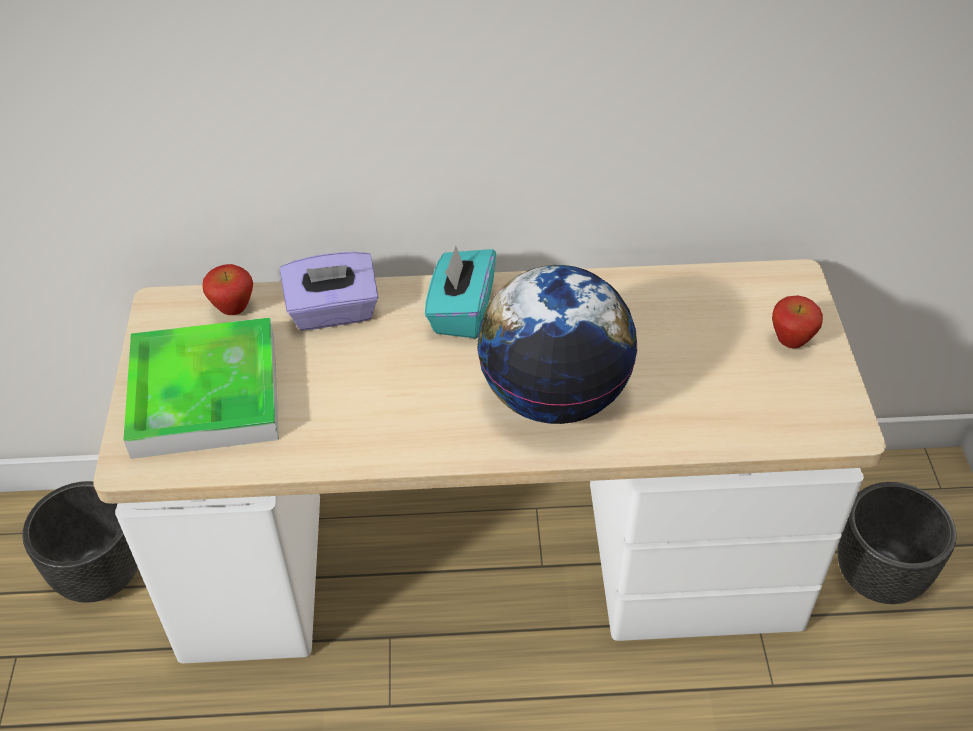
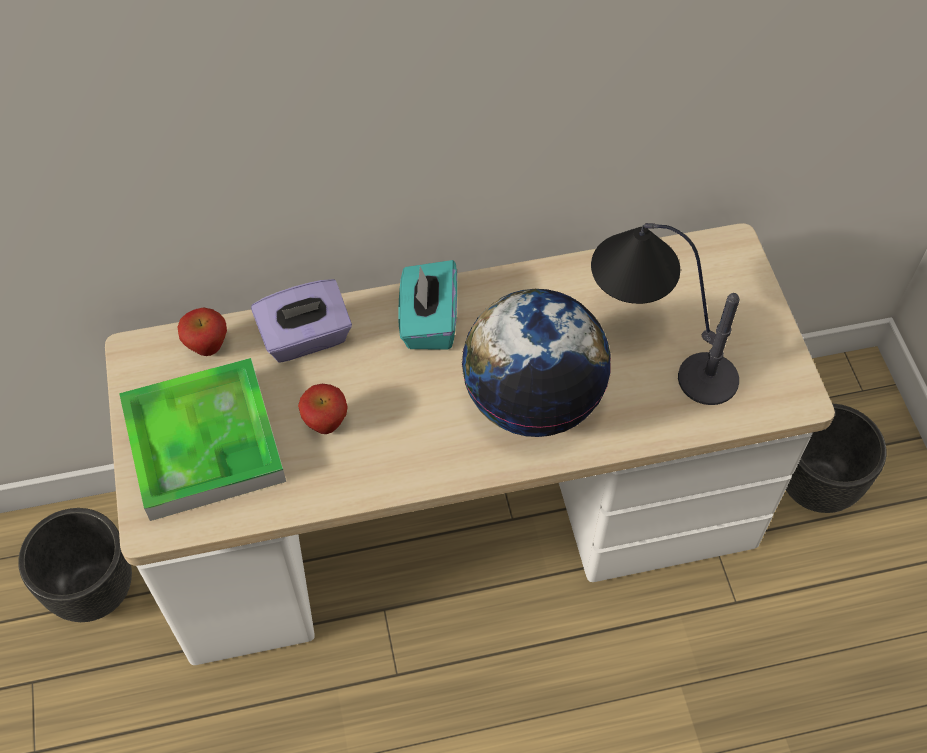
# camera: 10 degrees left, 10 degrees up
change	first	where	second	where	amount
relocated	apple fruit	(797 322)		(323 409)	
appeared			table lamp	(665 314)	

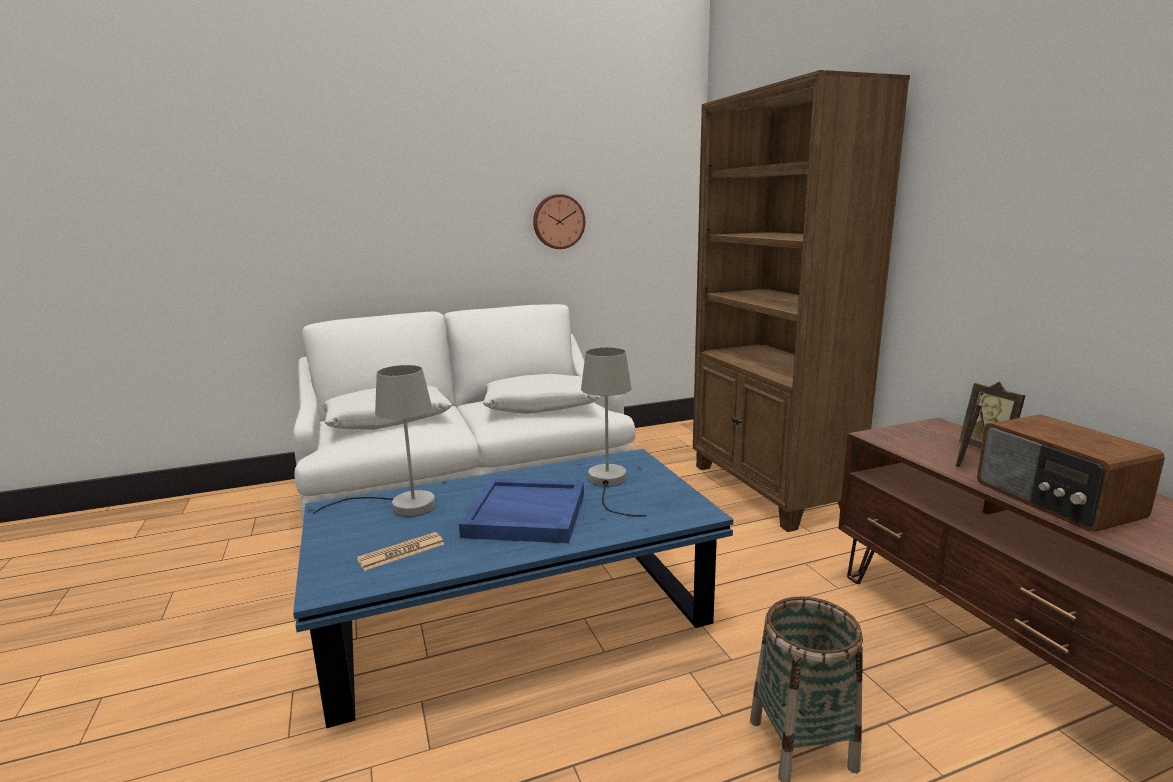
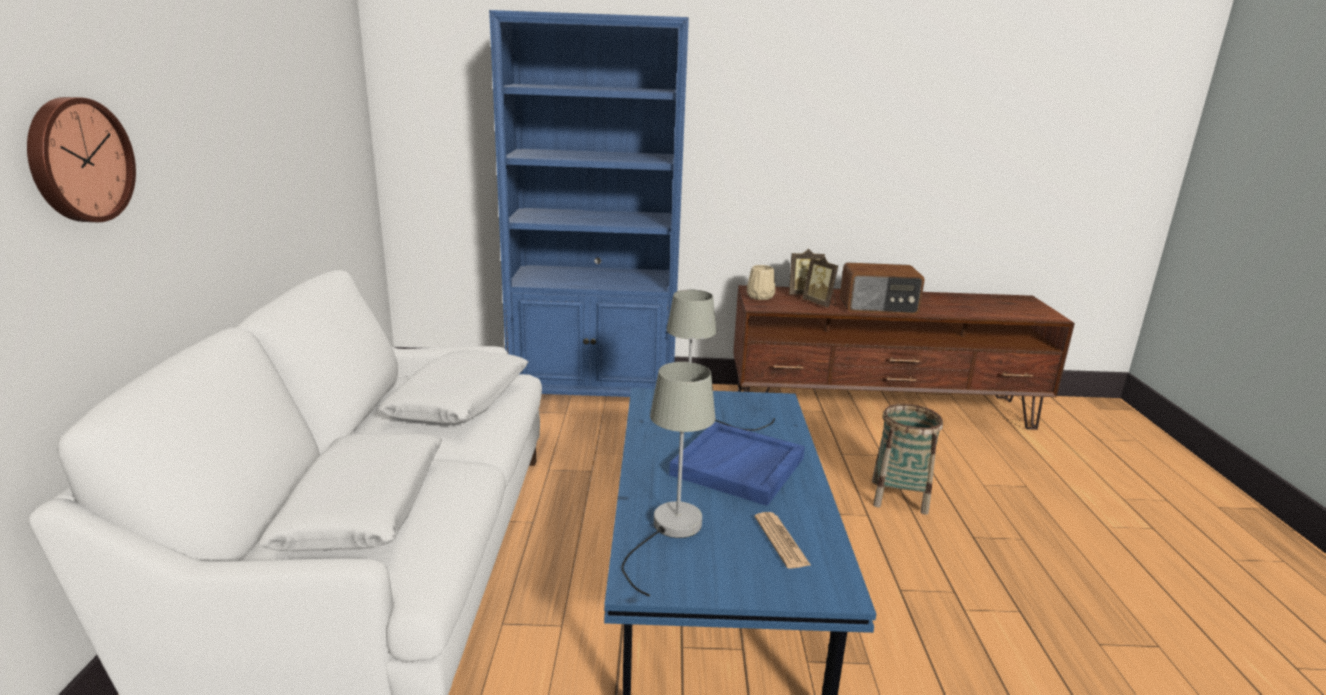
# camera: 70 degrees left, 5 degrees up
change	first	where	second	where	amount
relocated	wall clock	(559 221)		(81 159)	
colour	brown-coloured bookcase	(801 301)	blue bookcase	(589 203)	
appeared			sand-coloured decorative vase	(761 282)	

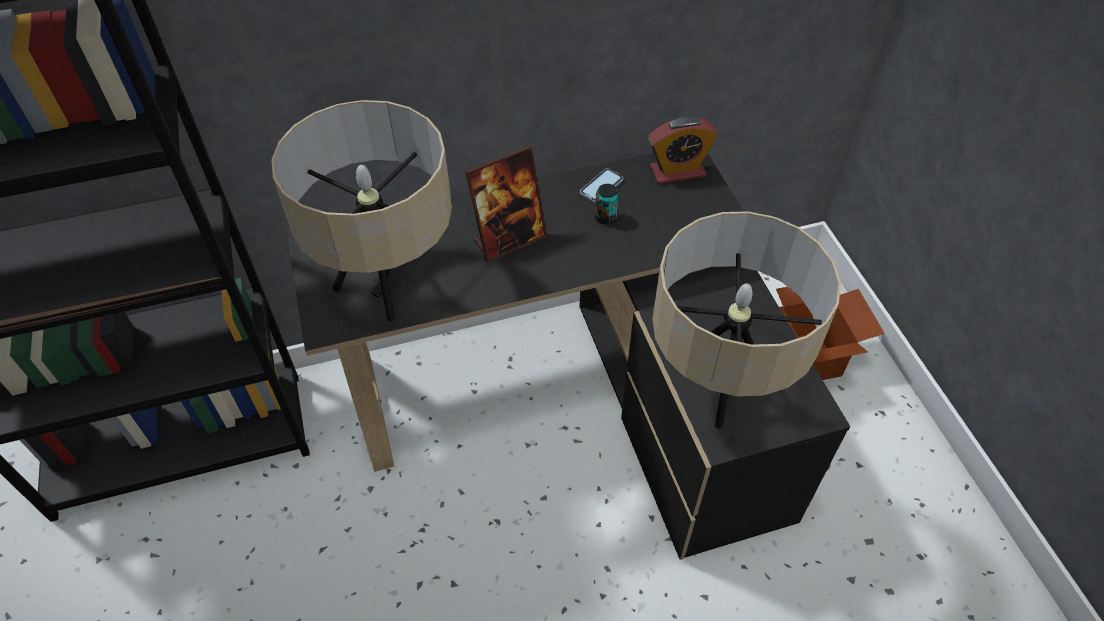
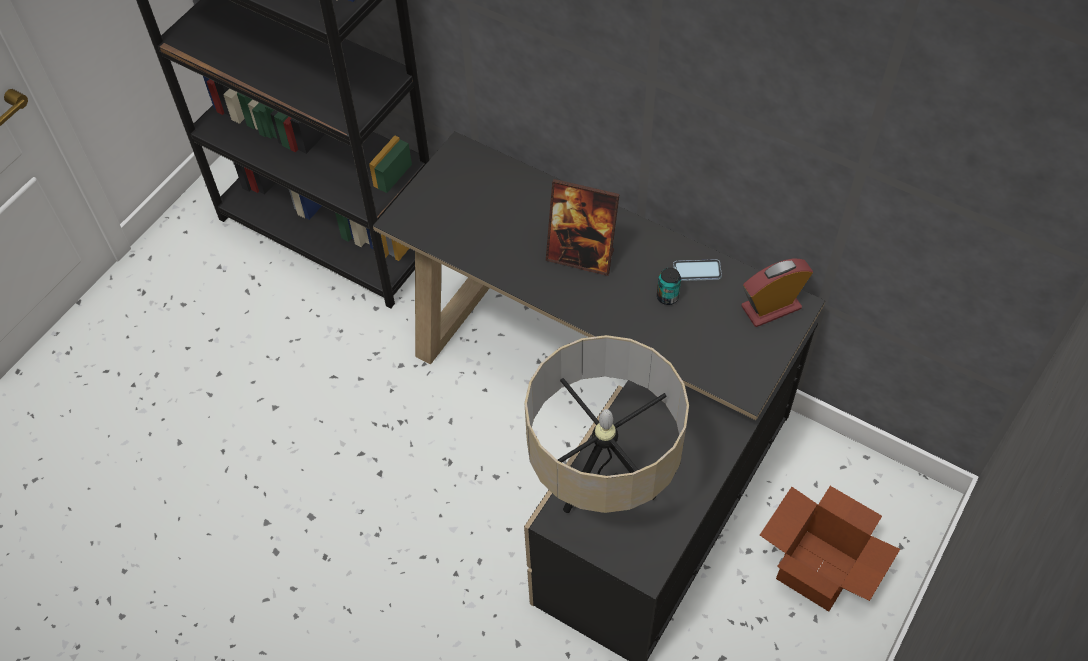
# camera: 50 degrees right, 5 degrees up
change	first	where	second	where	amount
missing	sand-coloured table lamp	(361 210)			
spun	alarm clock	(683 150)		(777 293)	120 degrees clockwise

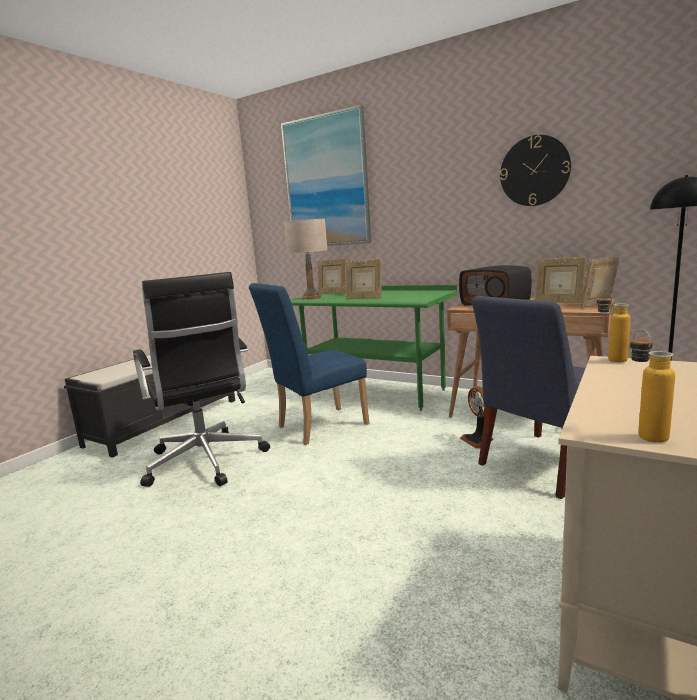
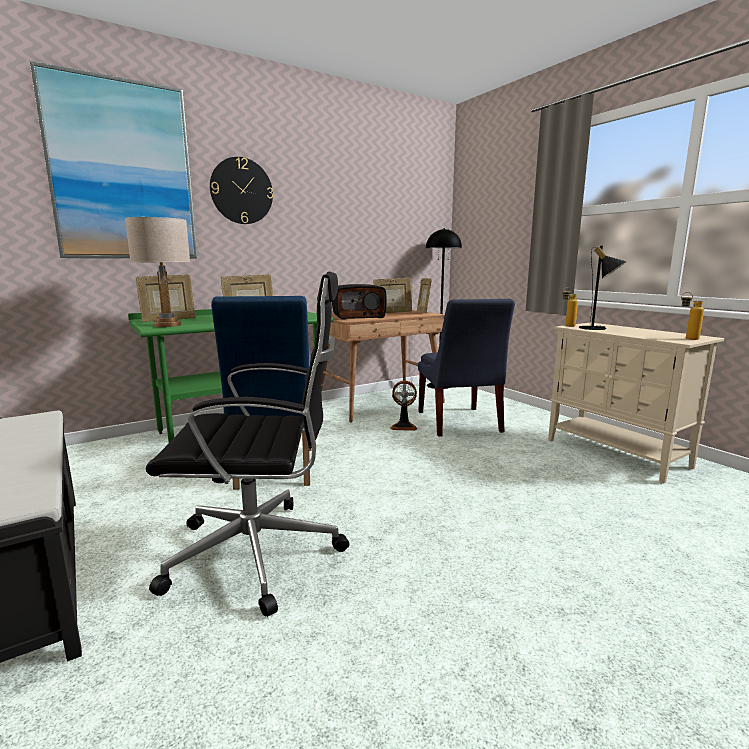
# camera: 65 degrees left, 0 degrees up
change	first	where	second	where	amount
relocated	wall clock	(535 170)		(241 190)	
appeared			black-coloured table lamp	(602 287)	

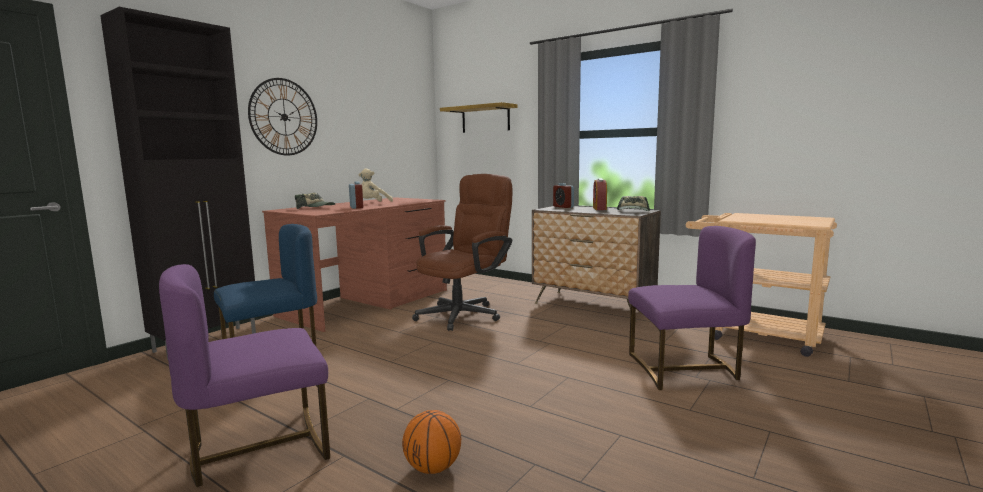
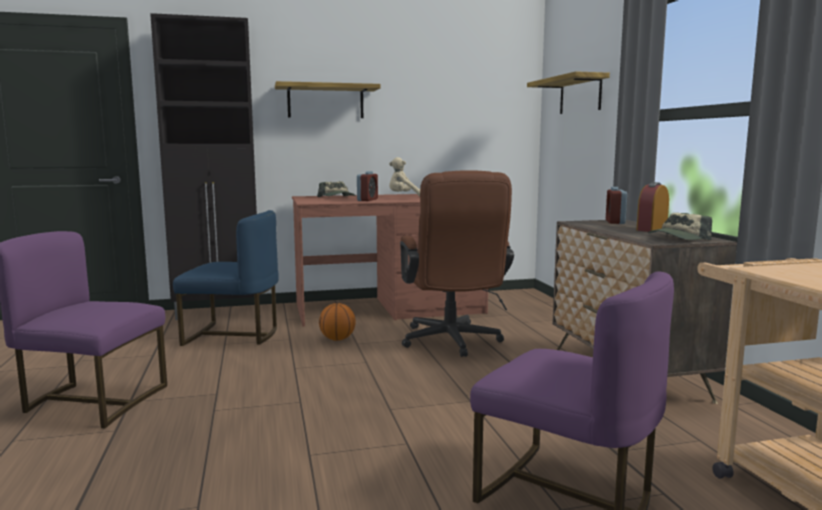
# camera: 40 degrees right, 0 degrees up
change	first	where	second	where	amount
exchanged	wall clock	(282 117)	bracket shelf	(328 99)	
relocated	basketball	(431 442)		(337 322)	
spun	brown-coloured computer chair	(462 252)		(457 263)	90 degrees clockwise

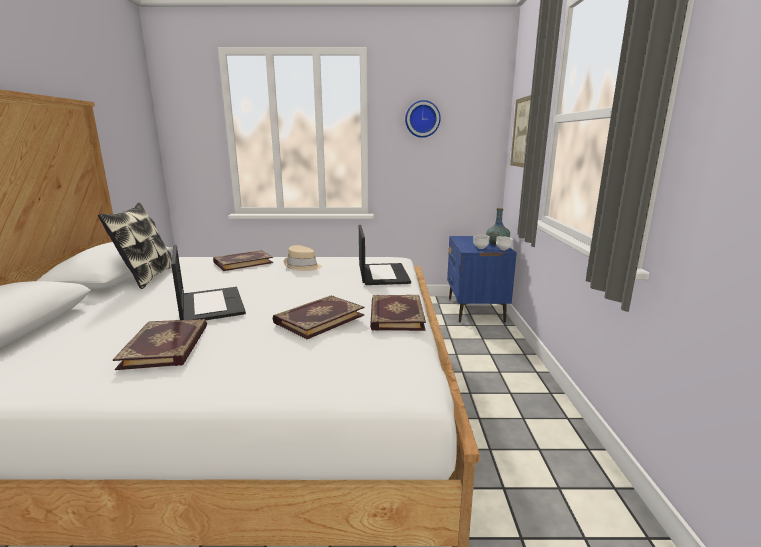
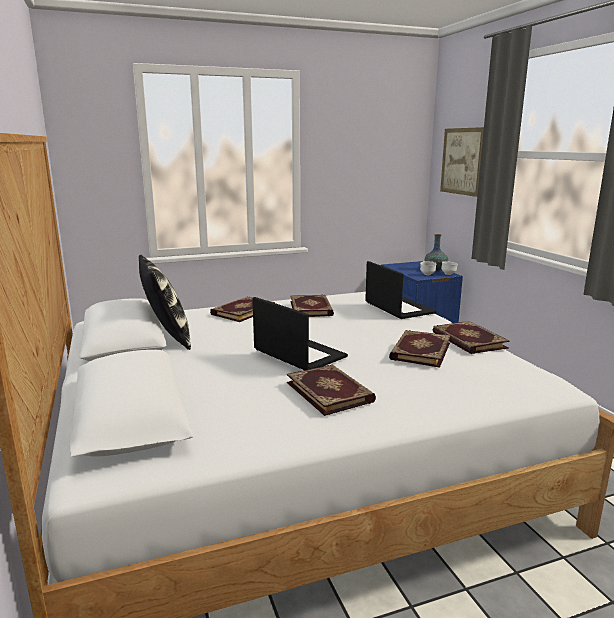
# camera: 20 degrees left, 0 degrees up
change	first	where	second	where	amount
exchanged	sand-coloured clothing hat	(303 258)	book	(312 306)	
missing	wall clock	(423 119)			

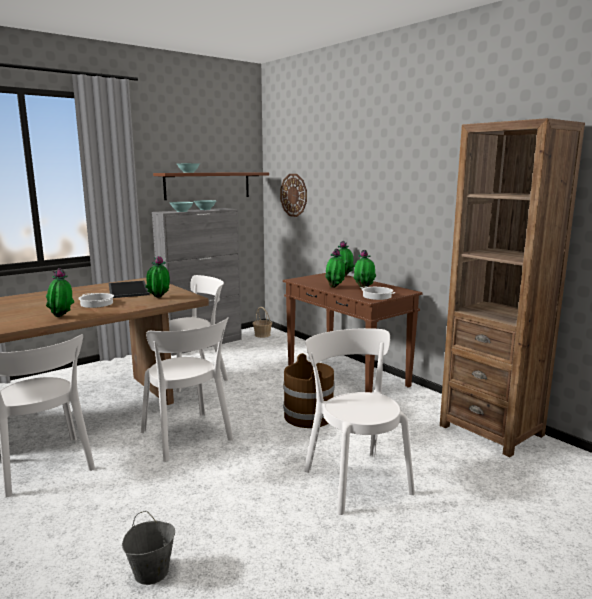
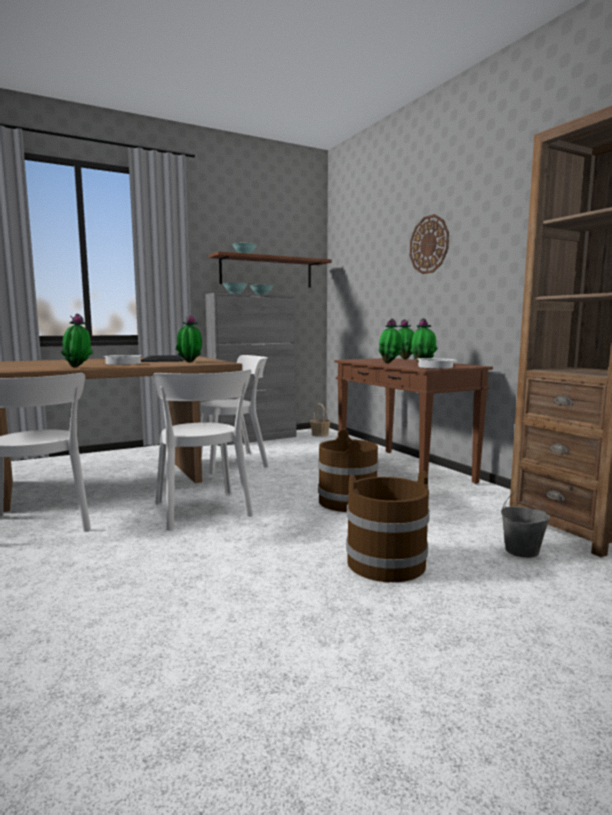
# camera: 10 degrees right, 5 degrees down
change	first	where	second	where	amount
relocated	gray water bucket	(148 548)		(525 523)	
relocated	wall clock	(293 195)		(429 244)	
exchanged	white upright chair	(359 421)	brown-coloured water bucket	(388 526)	

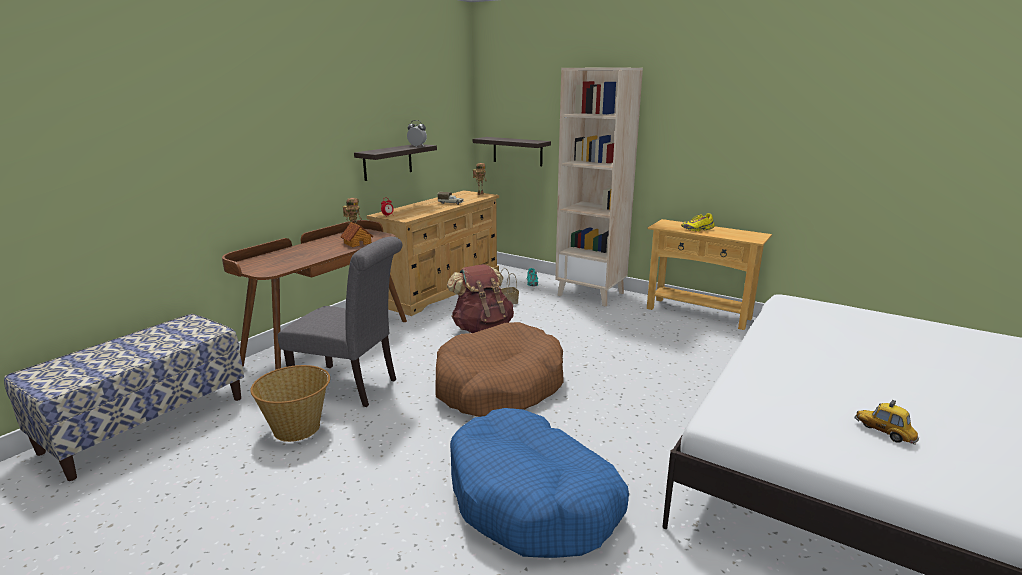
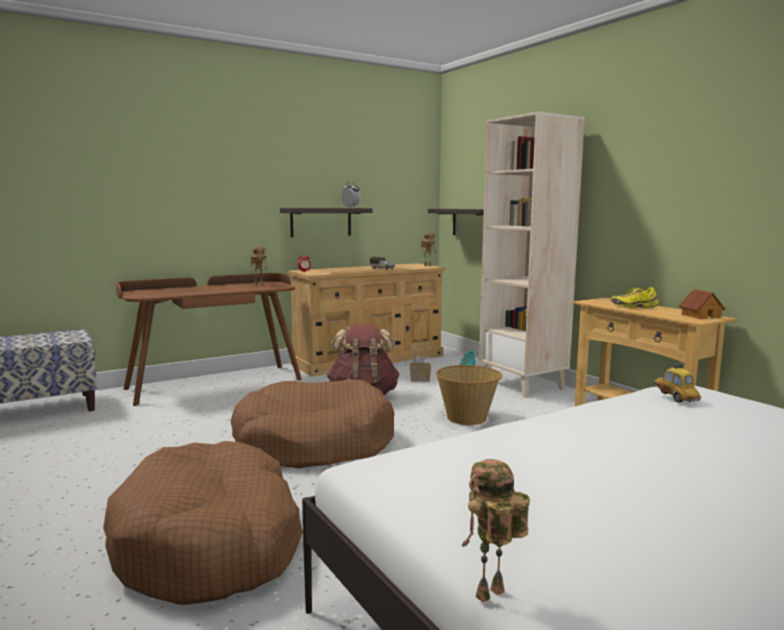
# camera: 25 degrees right, 10 degrees down
change	first	where	second	where	amount
relocated	storage basket	(290 403)		(469 395)	
missing	gray upright chair	(340 322)			
relocated	toy house	(357 234)		(701 304)	
colour	blue dog cushion	(539 483)	brown-coloured dog cushion	(203 523)	
relocated	miniature car	(886 422)		(677 383)	
appeared			toy robot	(496 530)	

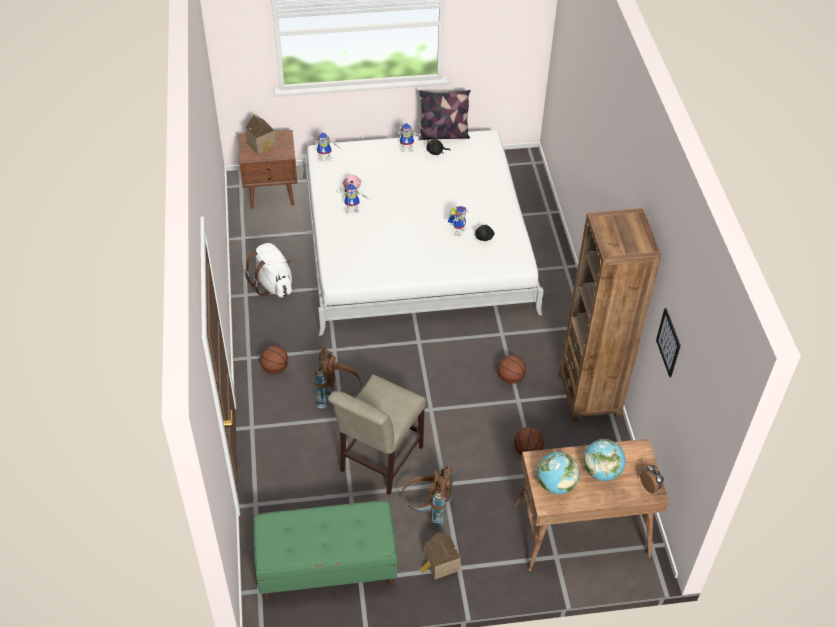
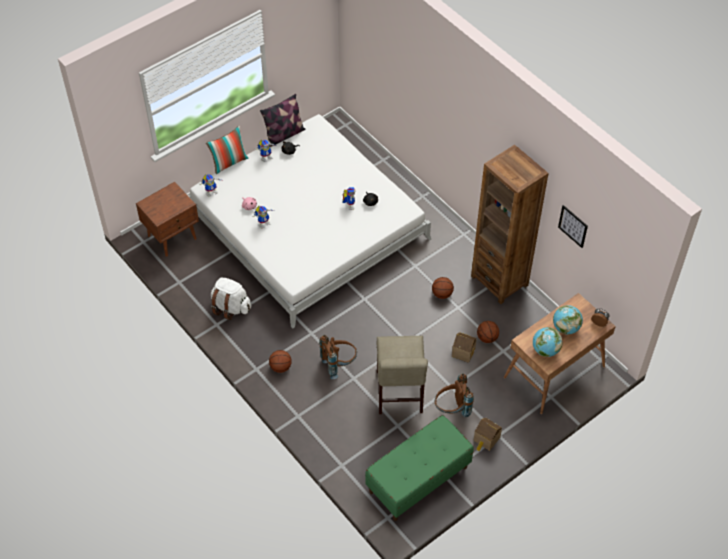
# camera: 30 degrees left, 5 degrees up
change	first	where	second	where	amount
relocated	toy house	(261 135)		(464 347)	
appeared			throw pillow	(227 150)	

